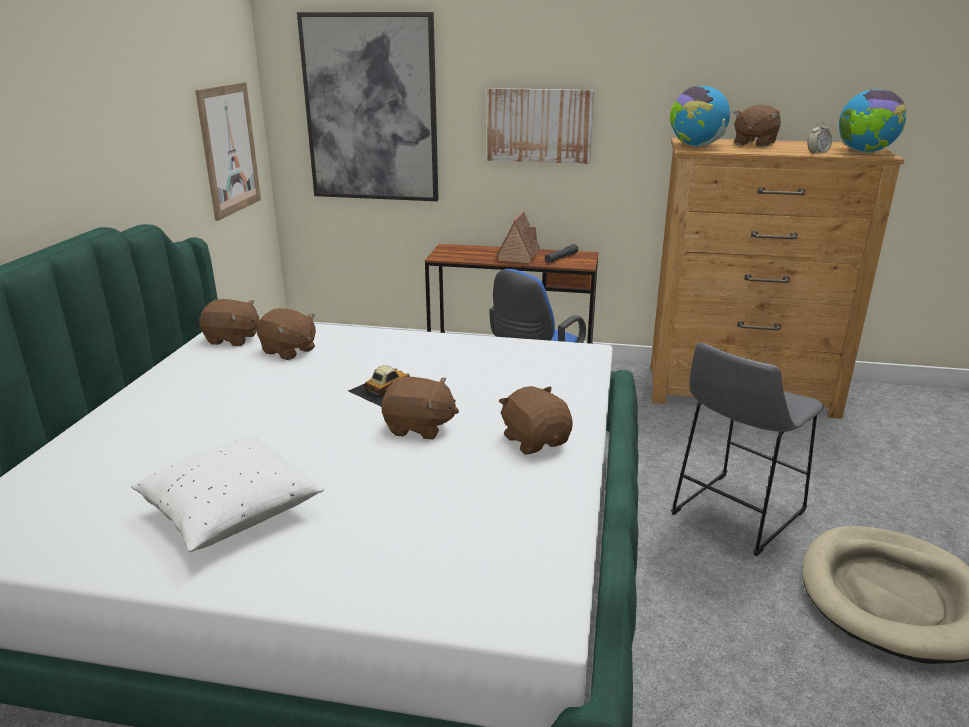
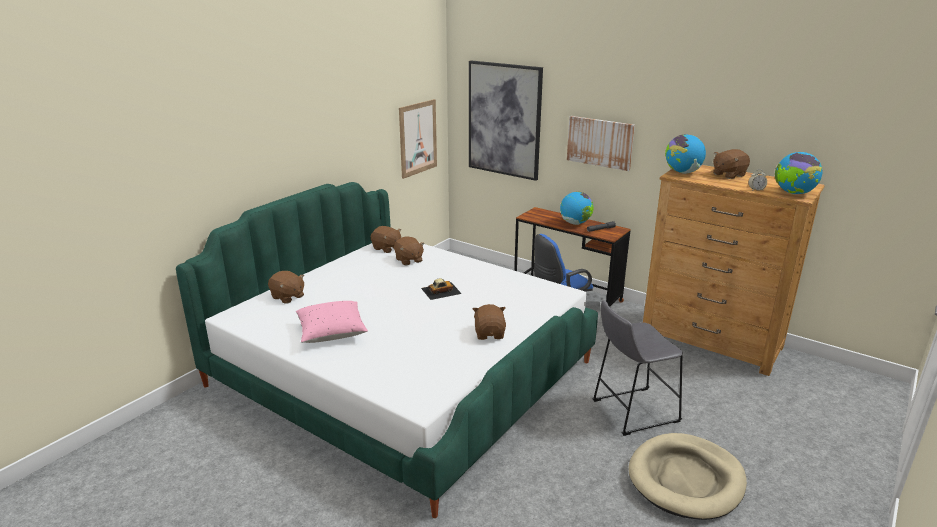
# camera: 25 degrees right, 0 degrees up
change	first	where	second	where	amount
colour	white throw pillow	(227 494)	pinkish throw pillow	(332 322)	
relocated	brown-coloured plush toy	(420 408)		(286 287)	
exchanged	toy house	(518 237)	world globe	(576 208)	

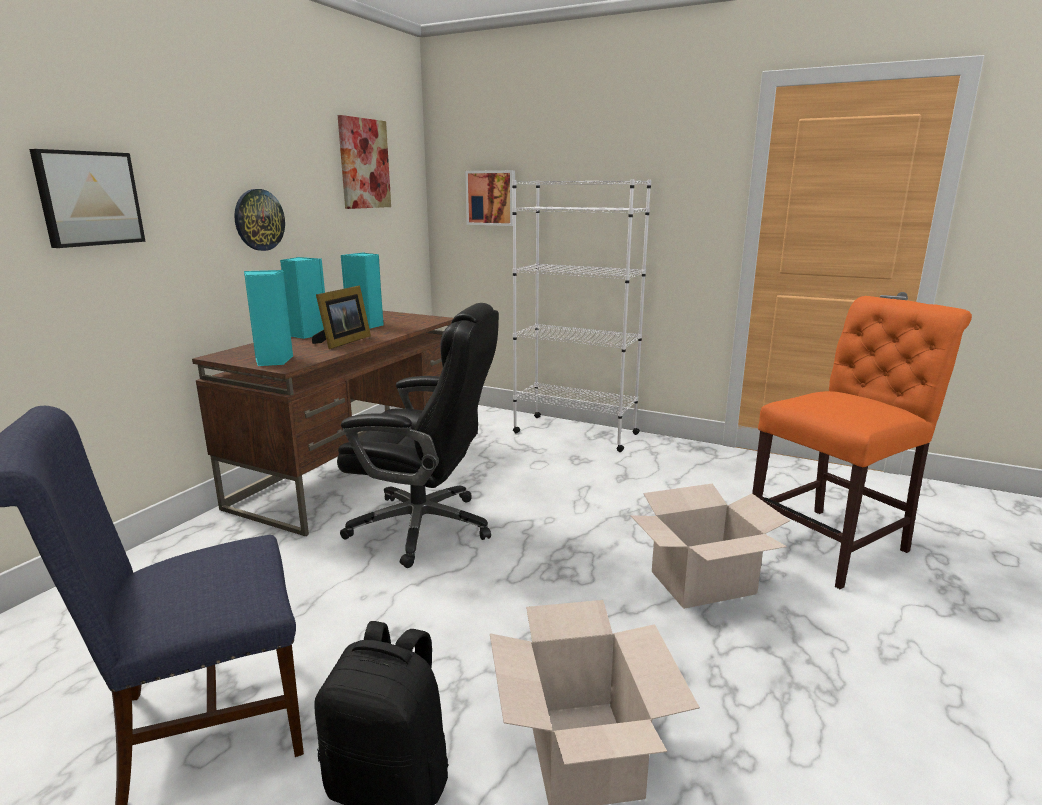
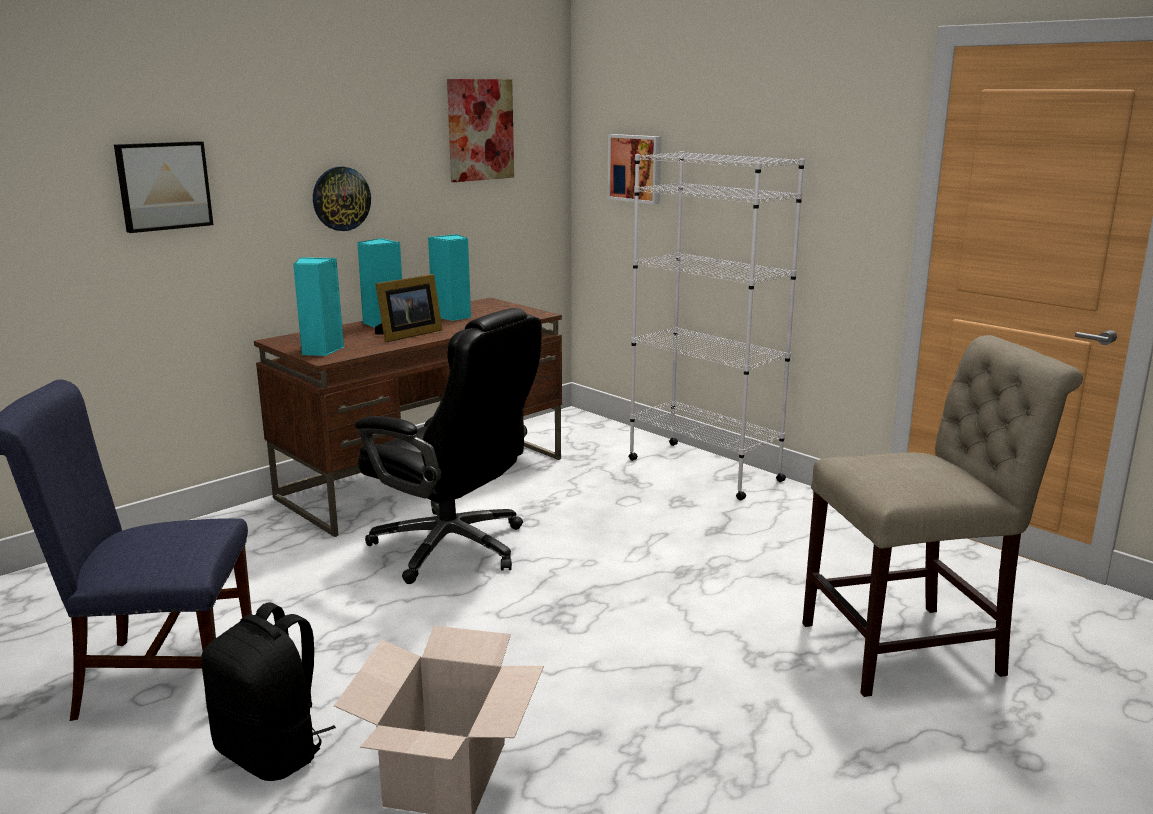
# camera: 20 degrees right, 0 degrees up
change	first	where	second	where	amount
missing	packing box	(710 546)			
colour	orangey upright chair	(862 442)	sand-coloured upright chair	(942 516)	

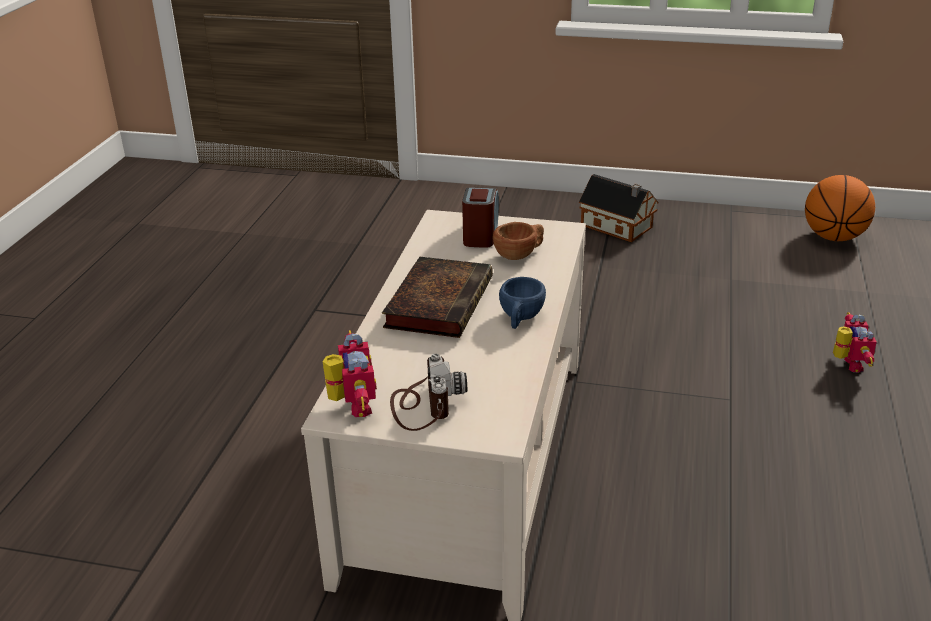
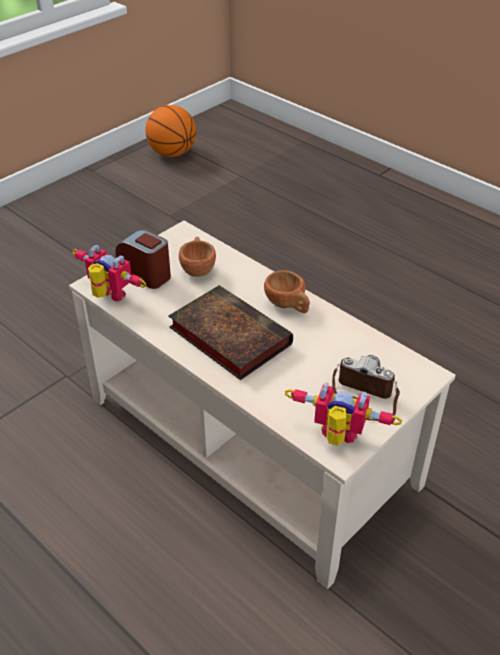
# camera: 60 degrees left, 10 degrees up
change	first	where	second	where	amount
colour	blue drinking cup	(522 303)	brown-coloured drinking cup	(287 291)	
missing	toy house	(619 208)			
relocated	toy robot	(855 342)		(108 273)	

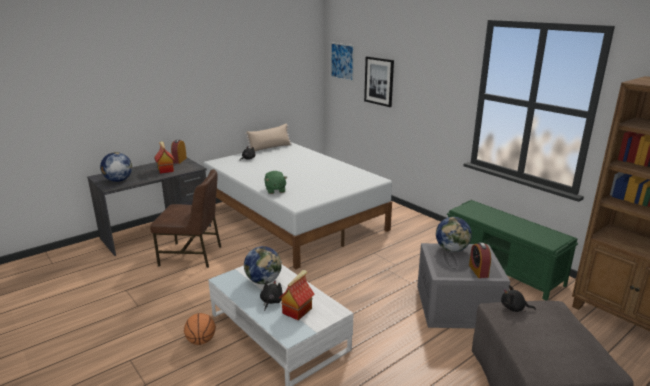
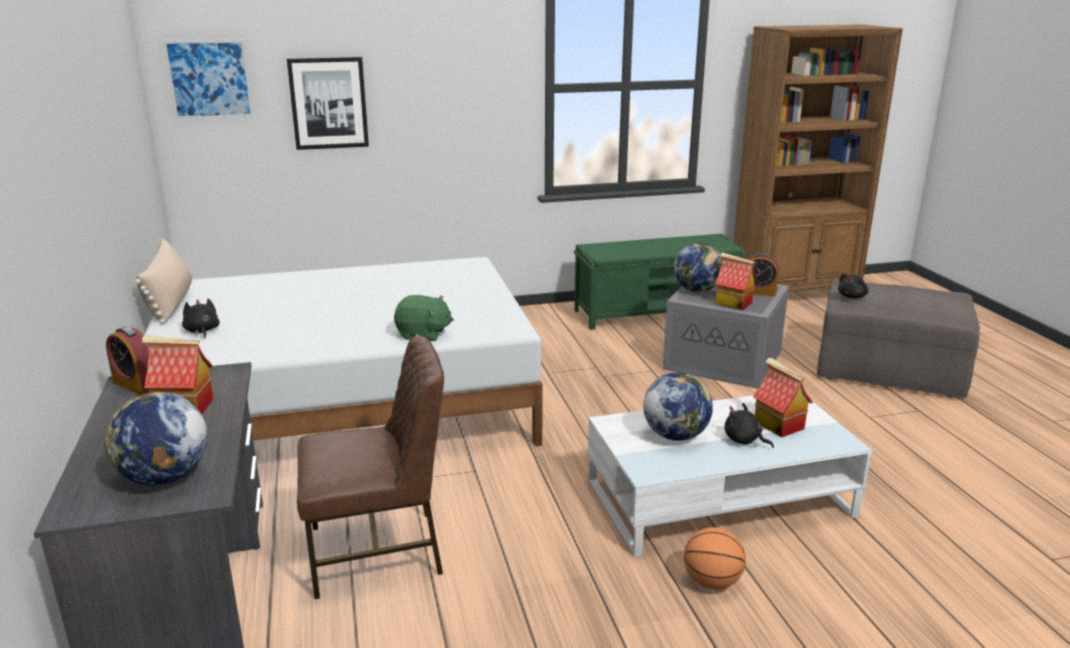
# camera: 65 degrees left, 0 degrees up
change	first	where	second	where	amount
spun	brown-coloured upright chair	(185 218)		(370 467)	45 degrees clockwise
appeared			toy house	(736 281)	

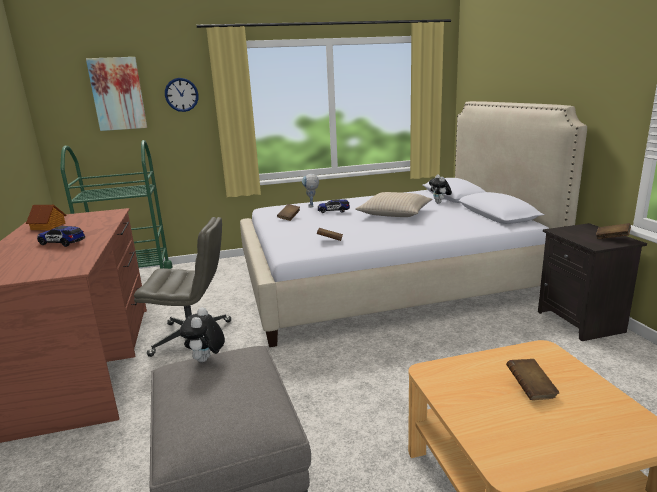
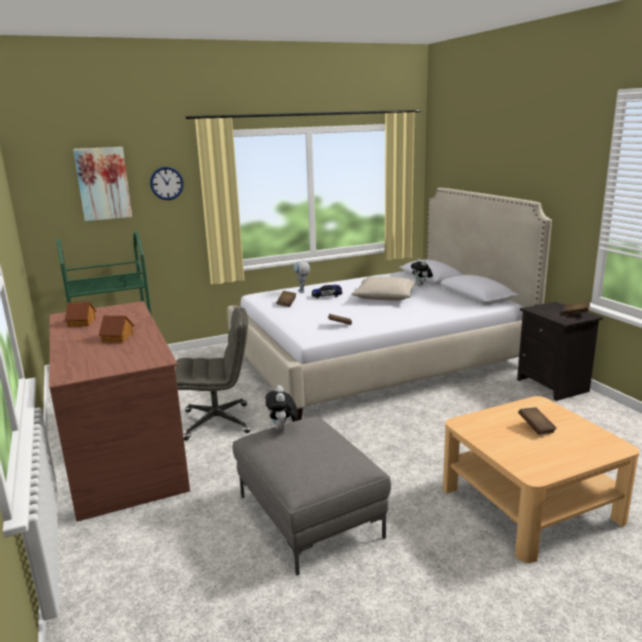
# camera: 10 degrees left, 0 degrees up
change	first	where	second	where	amount
exchanged	miniature car	(61 236)	toy house	(116 329)	

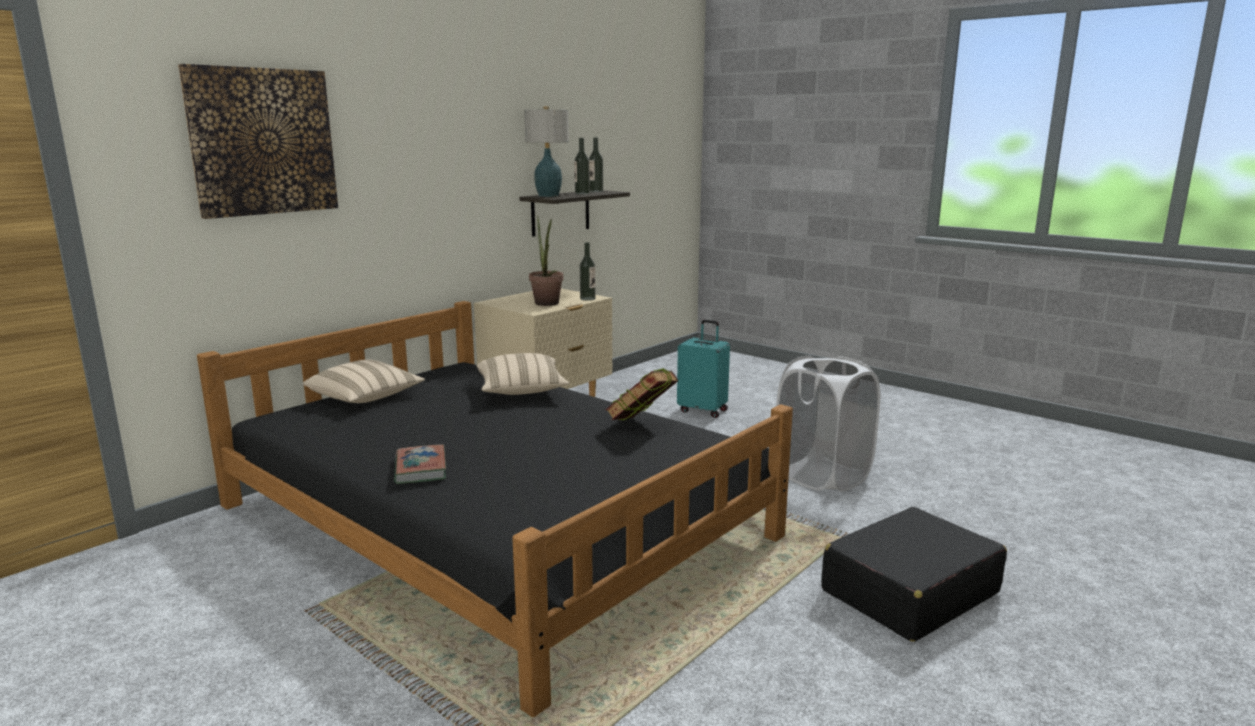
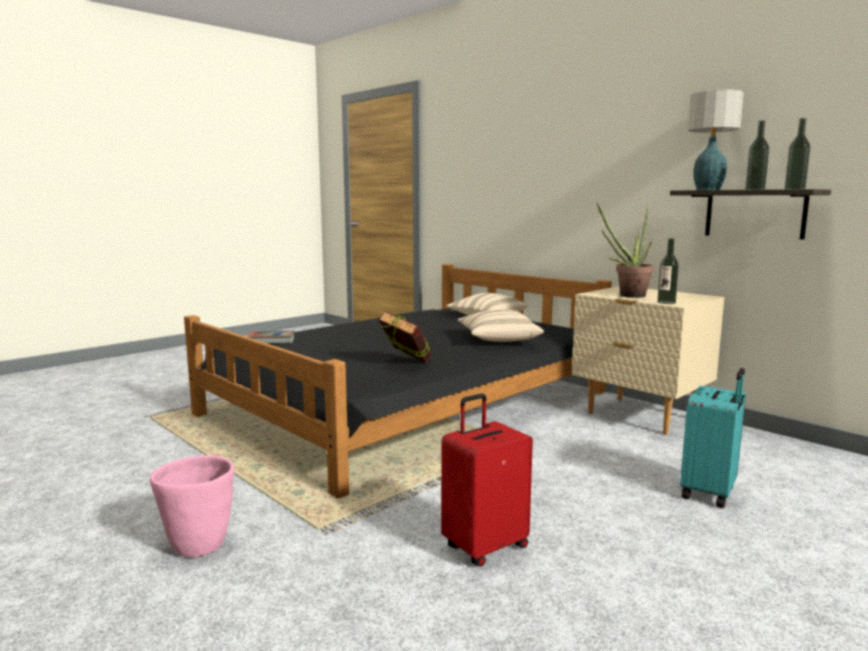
# camera: 95 degrees right, 5 degrees down
change	first	where	second	where	amount
missing	wall art	(258 141)			
relocated	book	(420 464)		(270 337)	
exchanged	white hamper	(828 423)	reddish travel case	(487 480)	
exchanged	black-coloured travel case	(914 574)	pinkish planter	(192 506)	

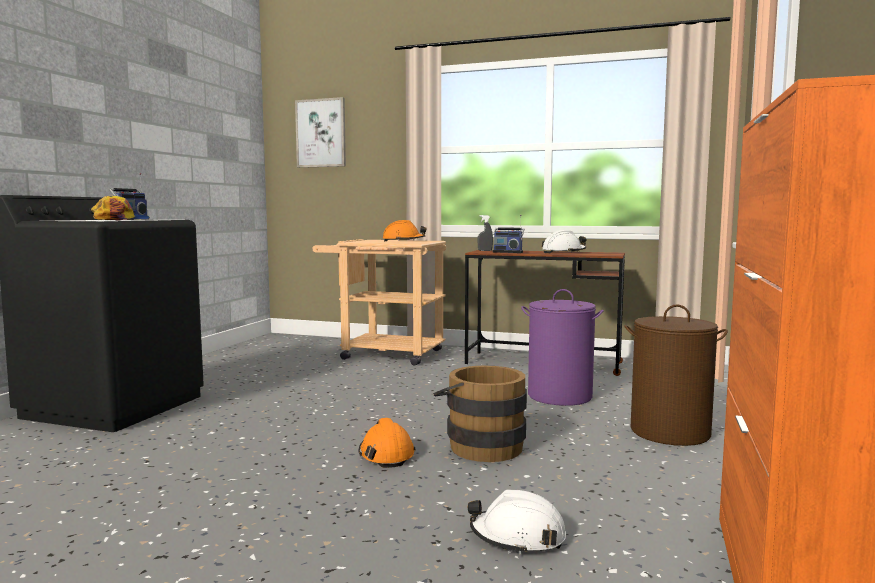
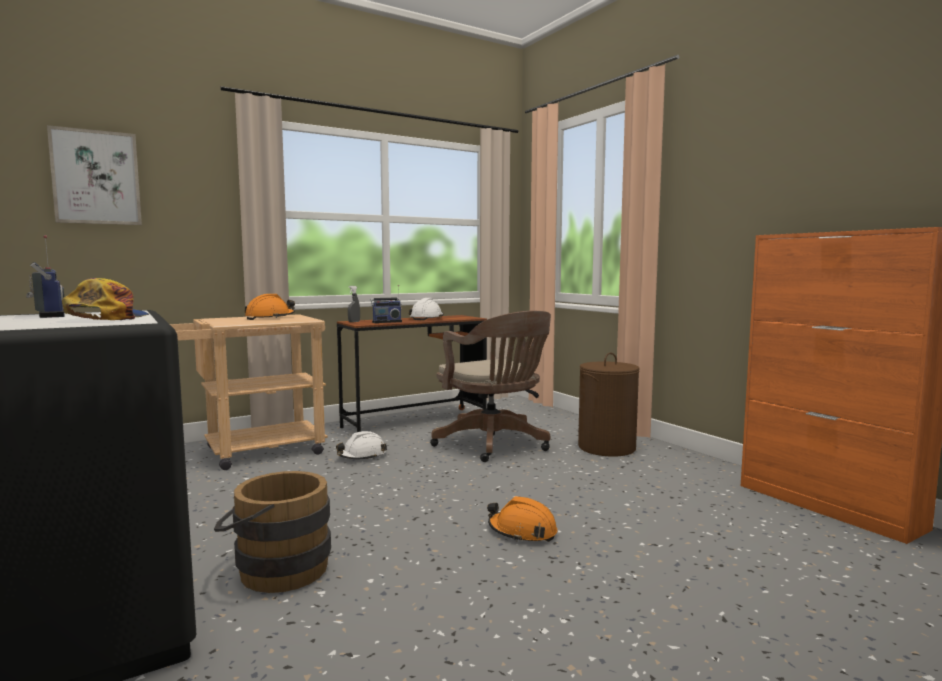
# camera: 50 degrees left, 0 degrees up
change	first	where	second	where	amount
relocated	brown-coloured water bucket	(480 414)		(272 532)	
relocated	white work helmet	(517 522)		(361 445)	
exchanged	purplish hamper	(562 347)	brown-coloured computer chair	(490 386)	

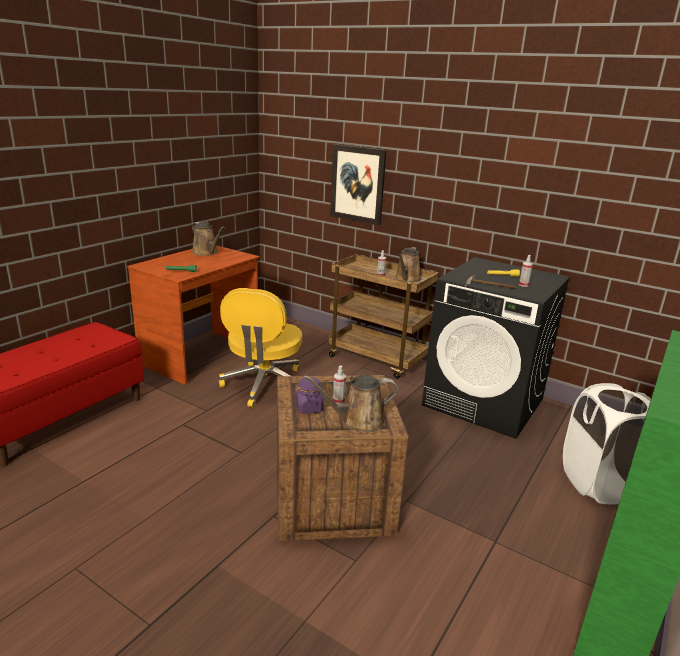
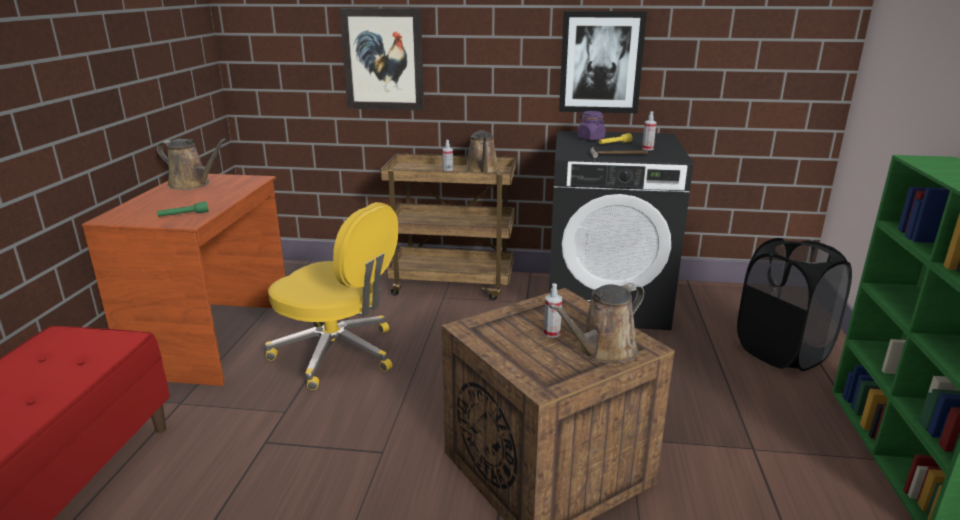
# camera: 25 degrees left, 0 degrees up
change	first	where	second	where	amount
spun	yellow-coloured computer chair	(260 347)		(331 296)	45 degrees counterclockwise
relocated	purplish preserve jar	(309 395)		(591 125)	
colour	white hamper	(607 443)	black-coloured hamper	(794 304)	
appeared			wall art	(603 62)	

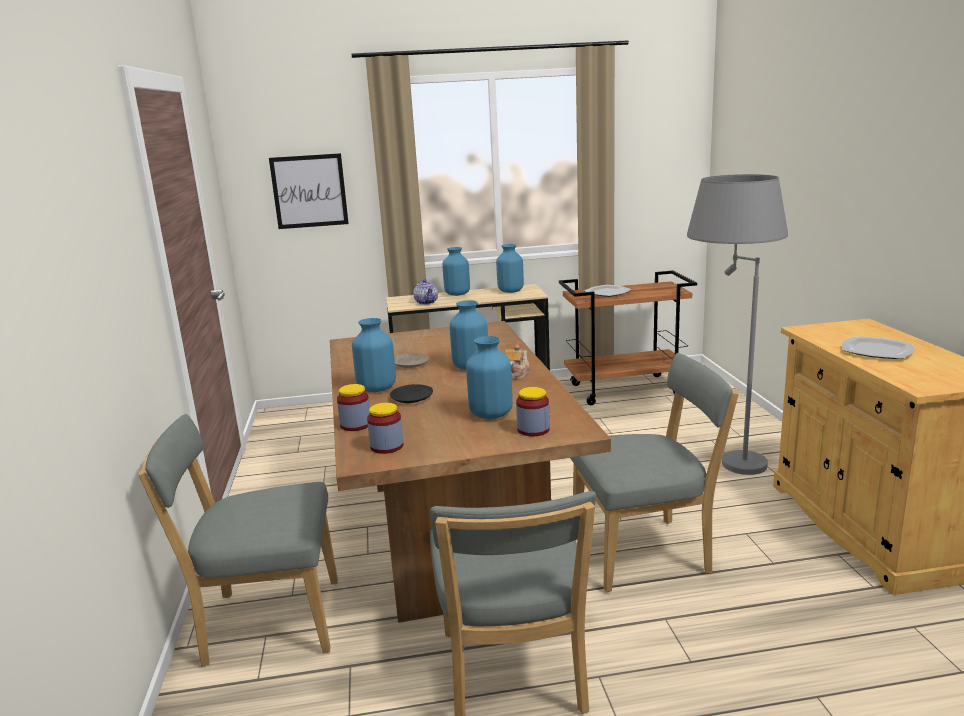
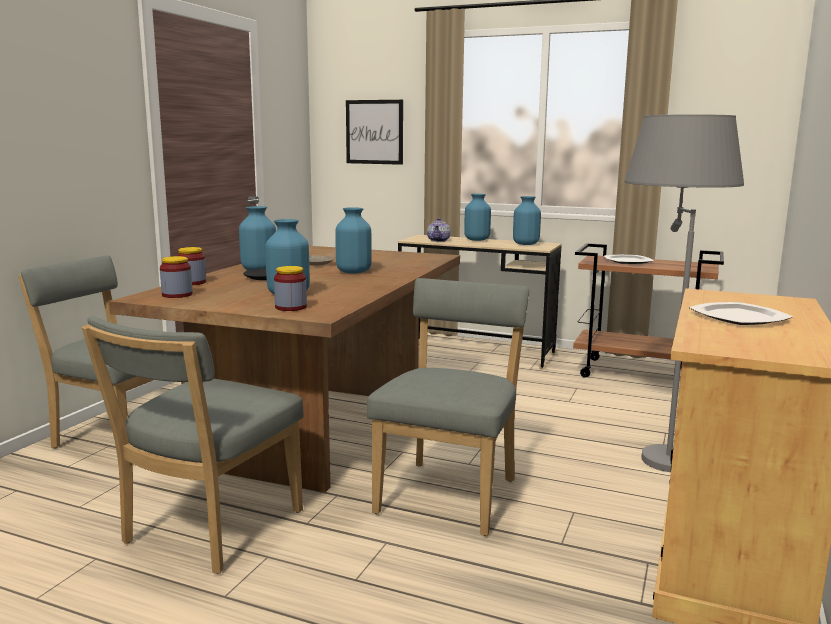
# camera: 30 degrees right, 5 degrees down
change	first	where	second	where	amount
missing	pot for tea	(517 362)			
spun	gray upright chair	(654 472)		(448 407)	90 degrees counterclockwise

